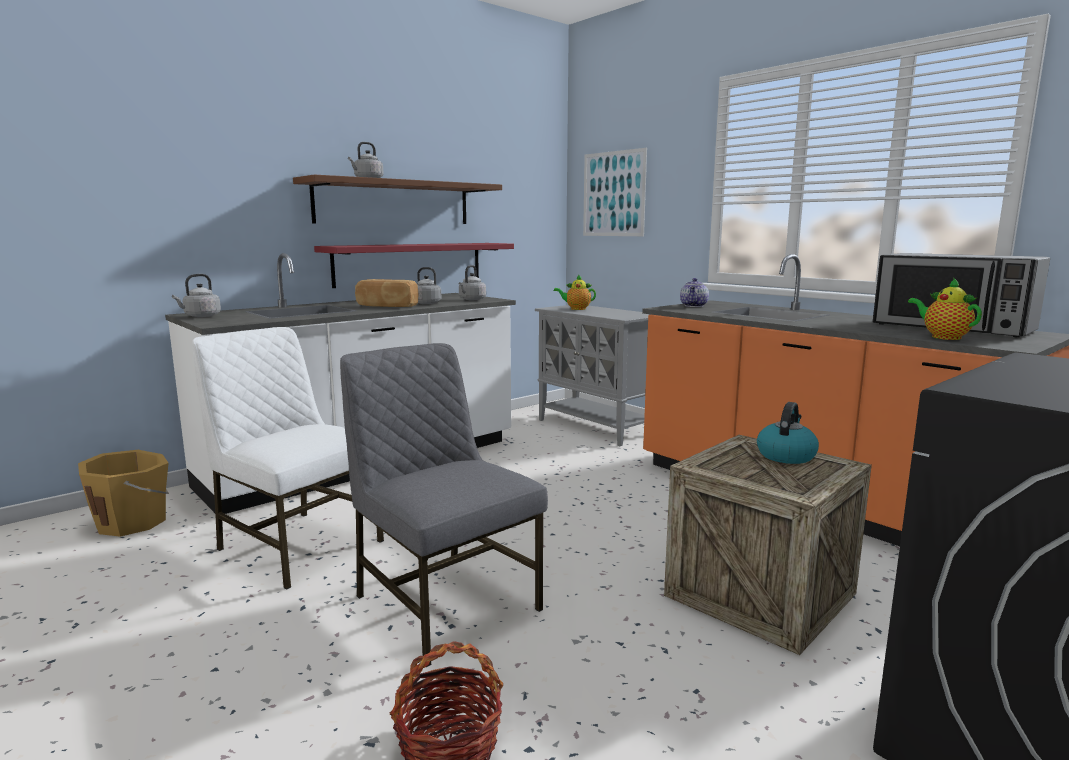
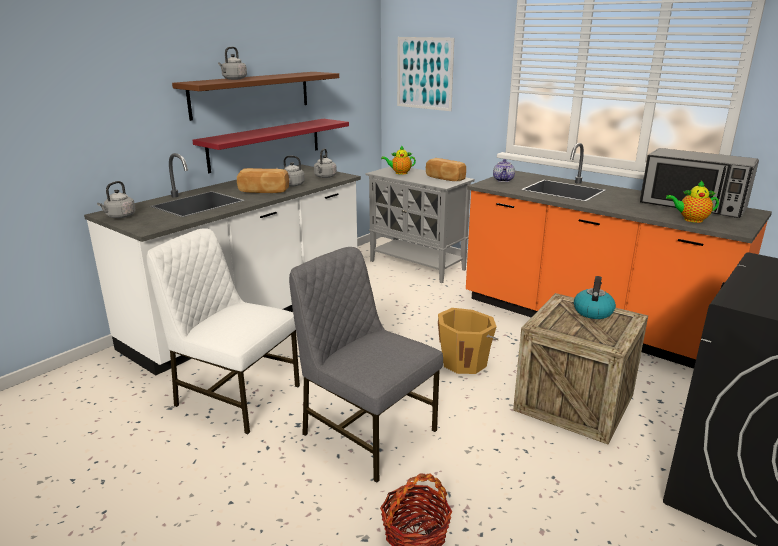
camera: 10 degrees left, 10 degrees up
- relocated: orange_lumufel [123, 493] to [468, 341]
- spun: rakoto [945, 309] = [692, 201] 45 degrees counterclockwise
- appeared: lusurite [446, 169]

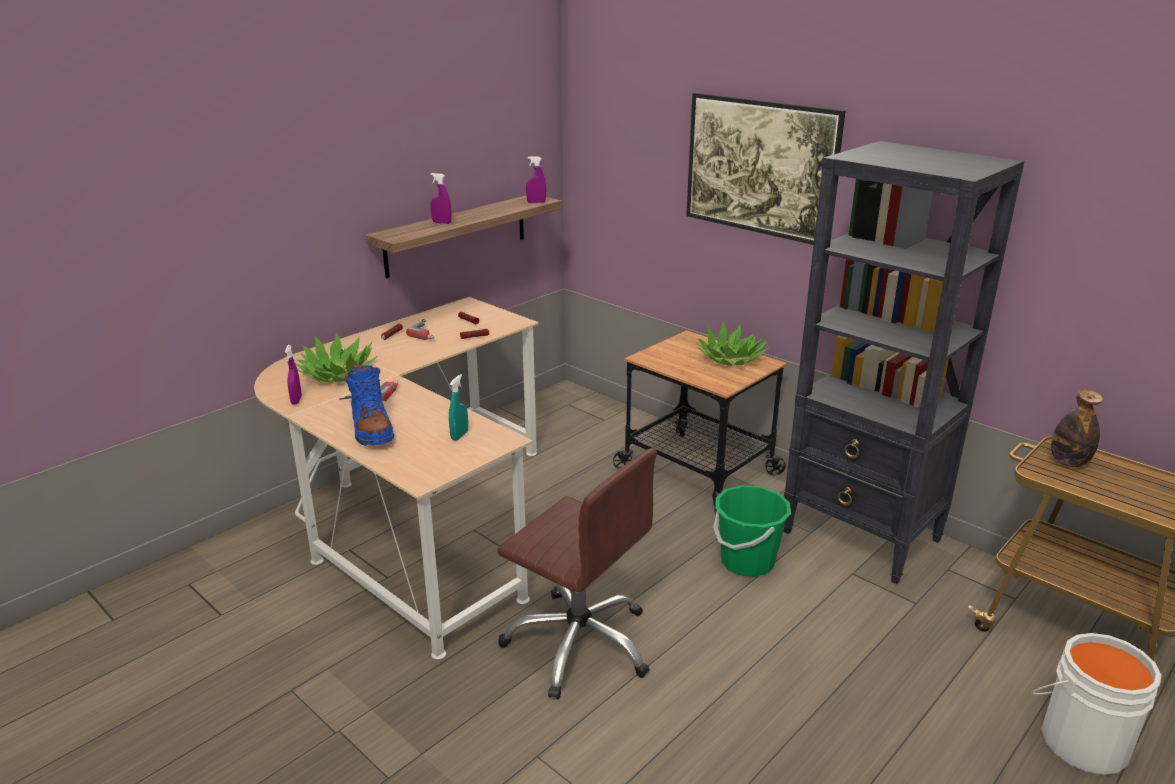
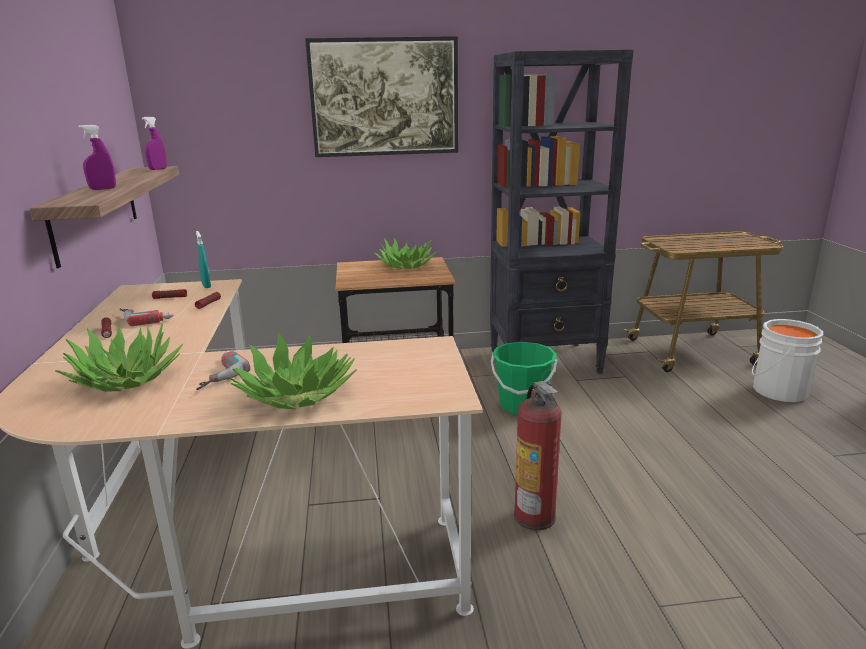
camera: 50 degrees left, 5 degrees down
- missing: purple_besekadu [293, 374]
- exchanged: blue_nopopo [369, 405] to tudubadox [292, 370]
- relocated: turquoise_besekadu [458, 407] to [203, 259]
- exchanged: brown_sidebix [577, 573] to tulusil [538, 455]
- missing: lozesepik [1077, 428]

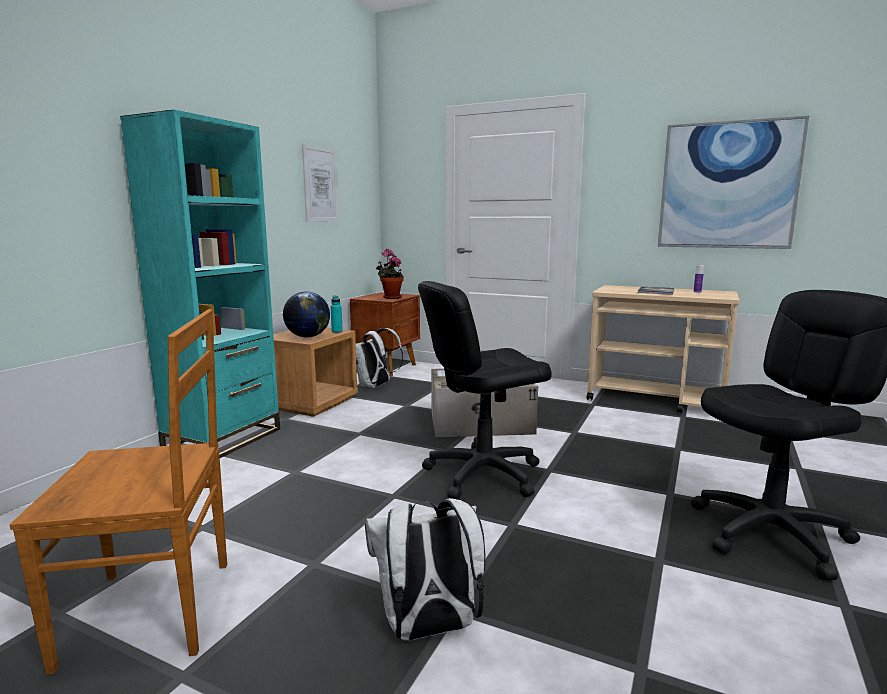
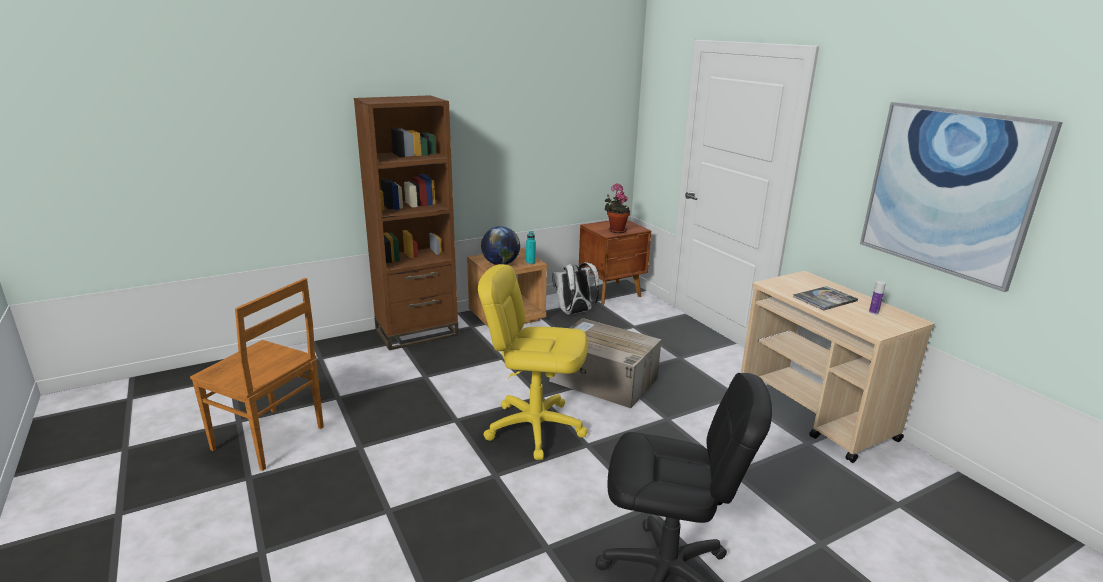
camera: 35 degrees right, 10 degrees up
- colour: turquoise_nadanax [200, 283] to brown_nadanax [406, 222]
- missing: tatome [320, 183]
- missing: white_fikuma [425, 569]
- colour: black_sidebix [485, 390] to yellow_sidebix [533, 362]

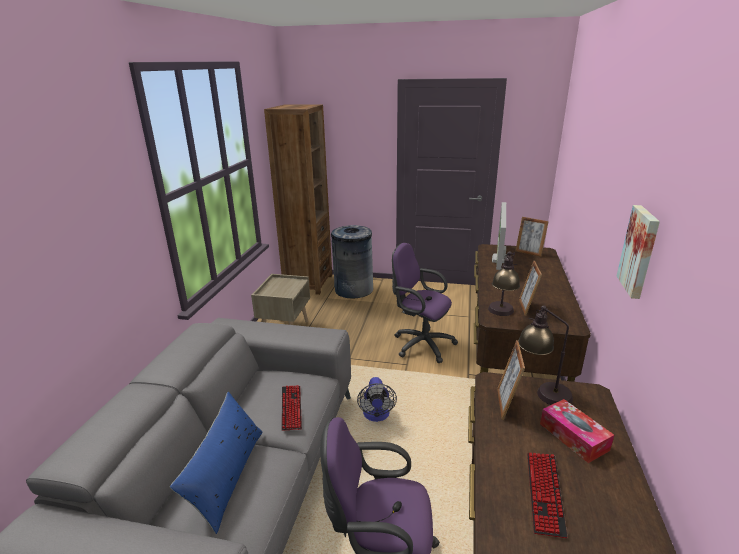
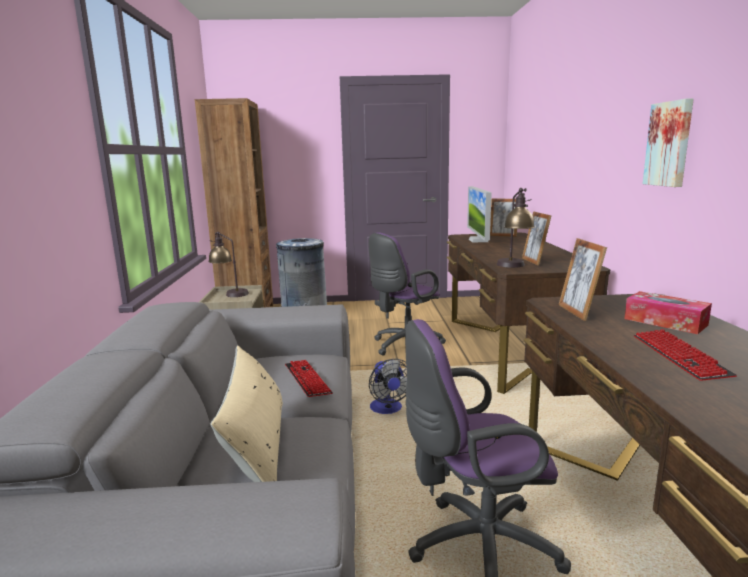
camera: 15 degrees left, 10 degrees down
- colour: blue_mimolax [216, 463] to beige_mimolax [246, 413]
- spun: purple_sidebix [425, 303] = [407, 294] 60 degrees counterclockwise
- relocated: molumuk [545, 355] to [228, 264]

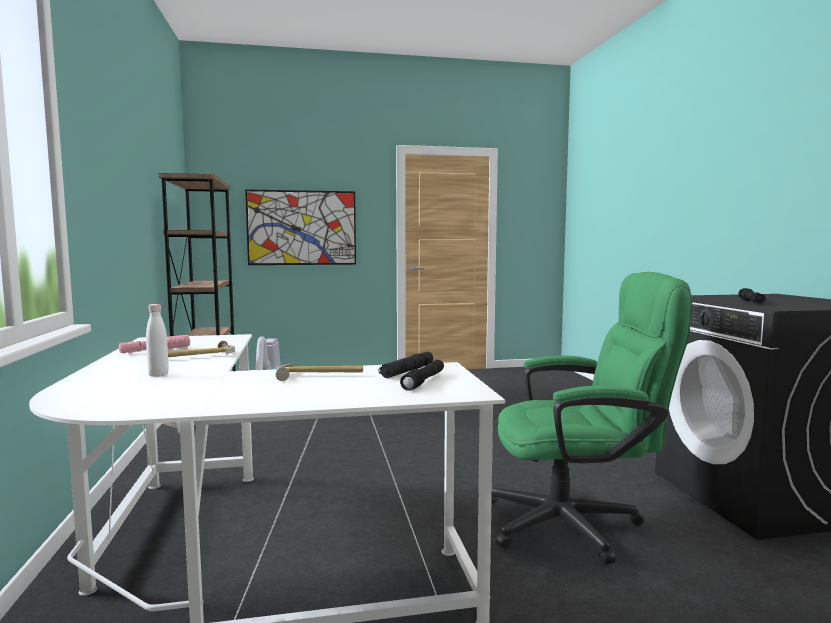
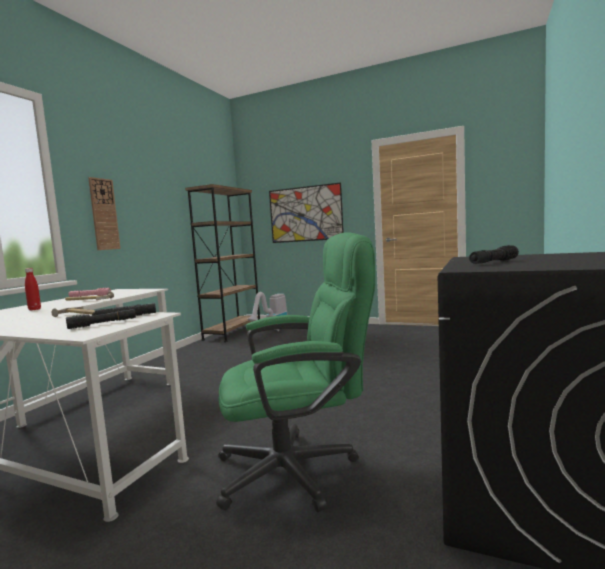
camera: 35 degrees right, 0 degrees up
- colour: white_lozesepik [157, 340] to red_lozesepik [33, 289]
- spun: green_sidebix [591, 418] = [295, 372] 45 degrees counterclockwise
- appeared: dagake [104, 213]

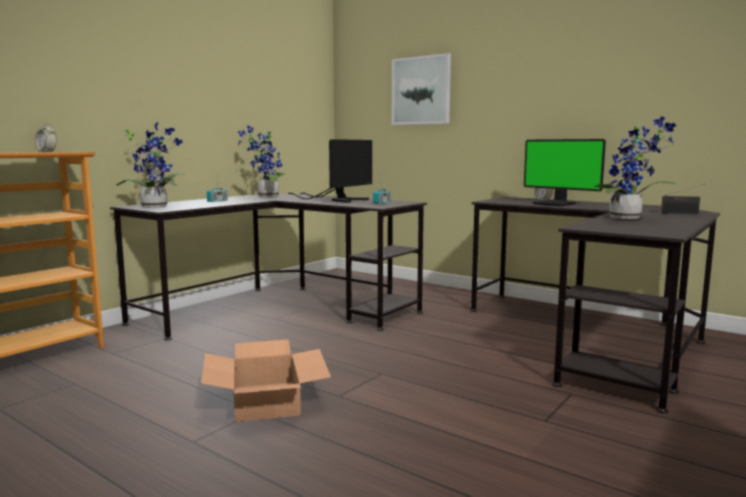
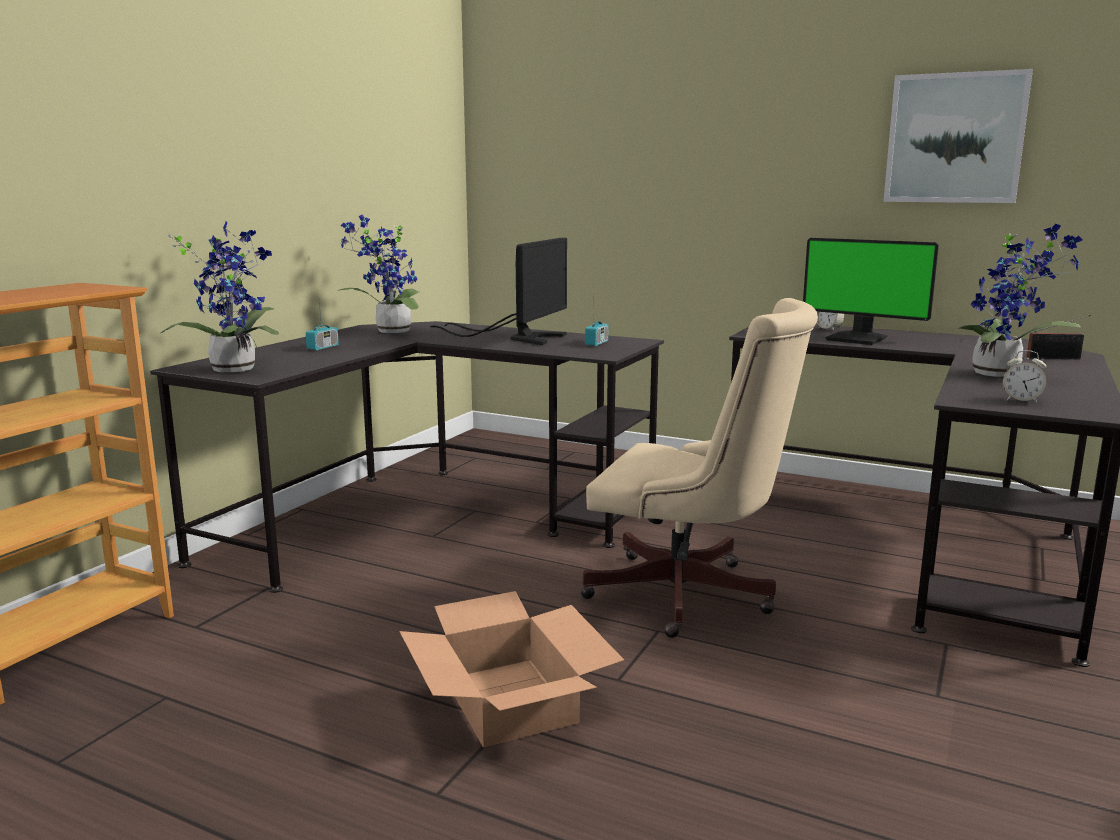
camera: 10 degrees left, 5 degrees up
- relocated: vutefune [46, 137] to [1025, 376]
- relocated: tatome [421, 89] to [958, 136]
- appeared: beige_sidebix [699, 468]

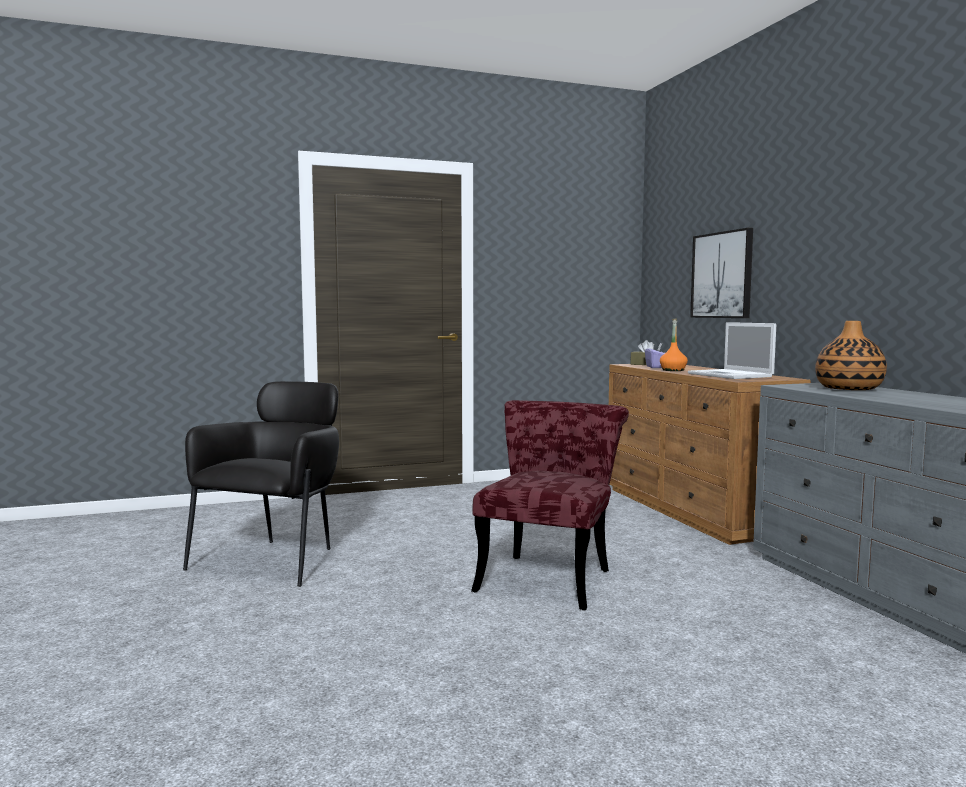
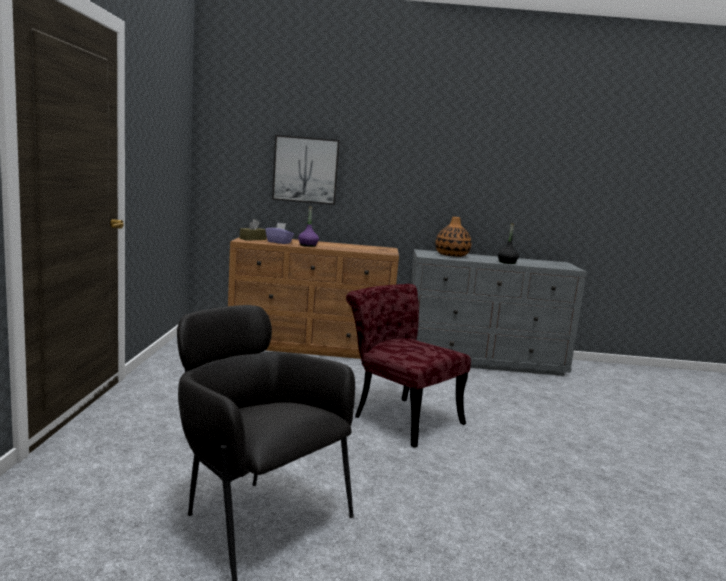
camera: 70 degrees left, 5 degrees up
- colour: orange_lozesepik [674, 345] to purple_lozesepik [308, 226]
- missing: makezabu [732, 350]
- appeared: black_lozesepik [508, 243]

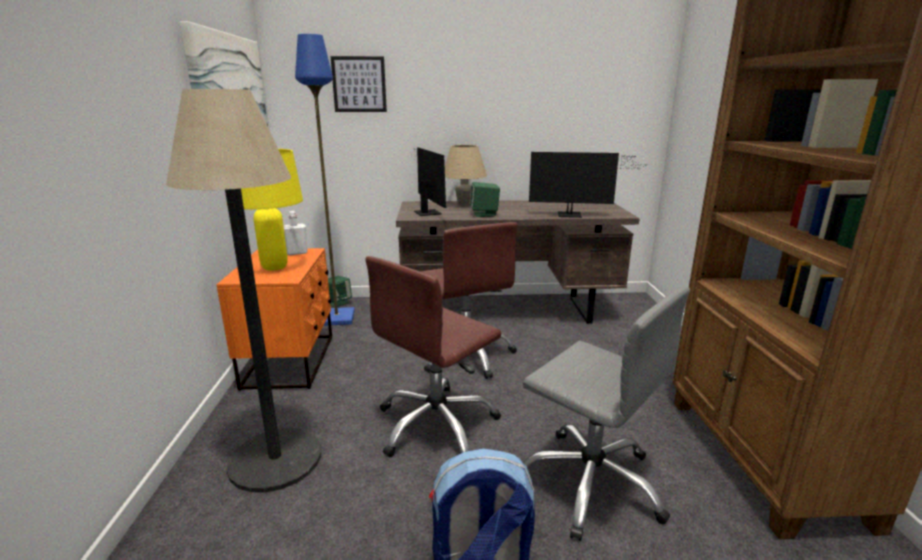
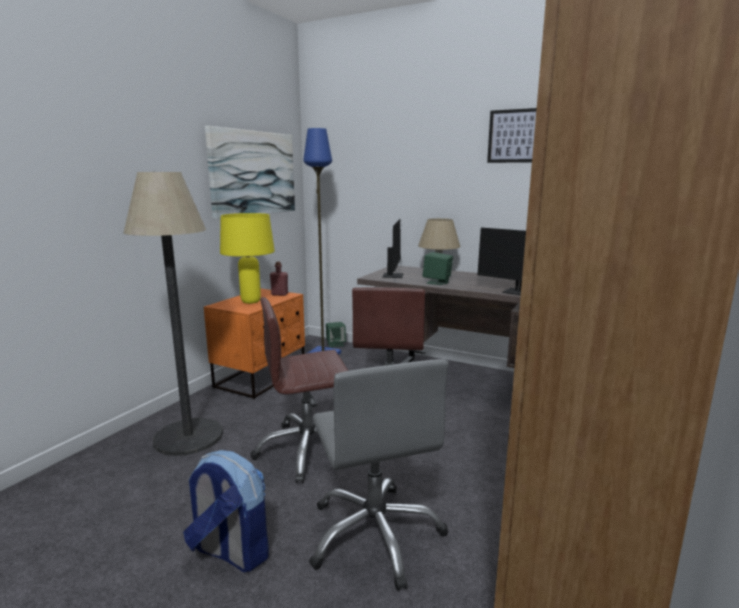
camera: 30 degrees right, 5 degrees down
- colour: white_lozesepik [296, 233] to red_lozesepik [279, 279]
- relocated: tatome [359, 84] to [512, 135]

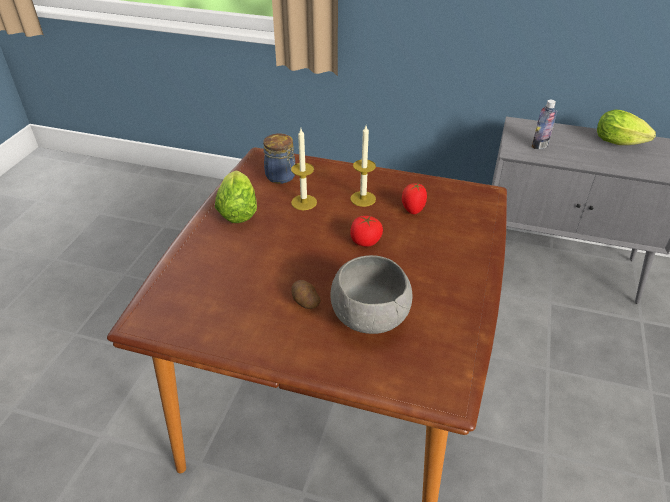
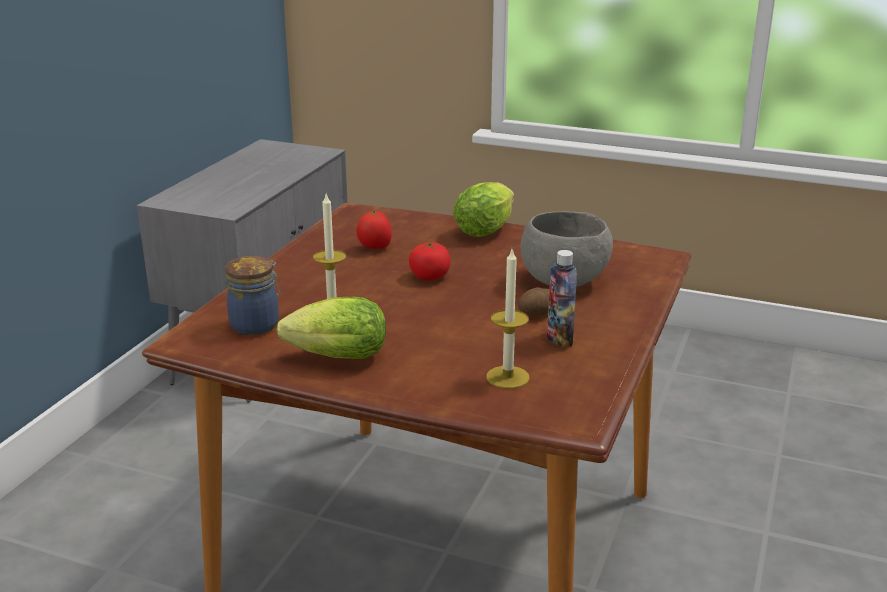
camera: 85 degrees left, 15 degrees down
- relocated: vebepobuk [363, 166] to [508, 319]
- relocated: lozesepik [544, 124] to [562, 299]
- relocated: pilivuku [626, 127] to [483, 209]

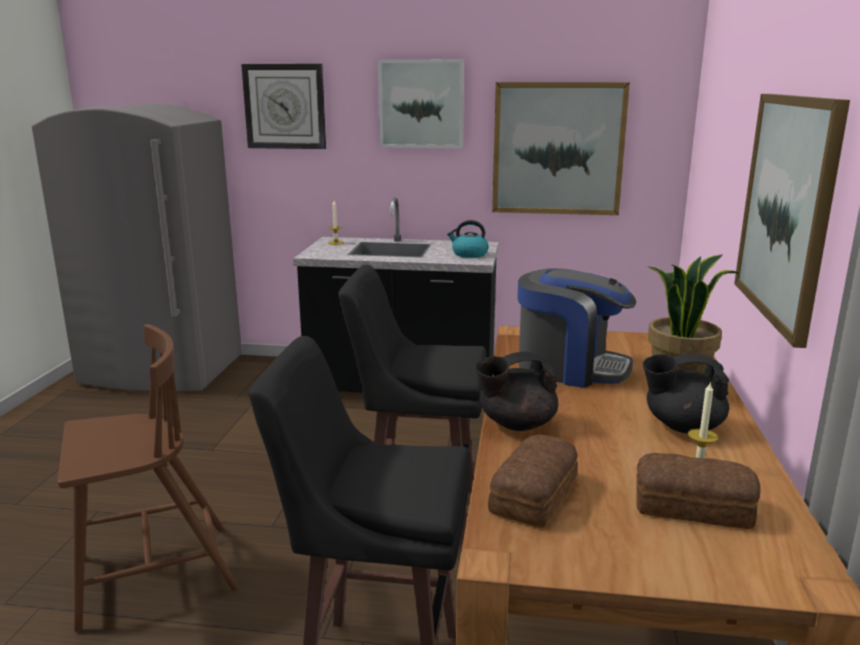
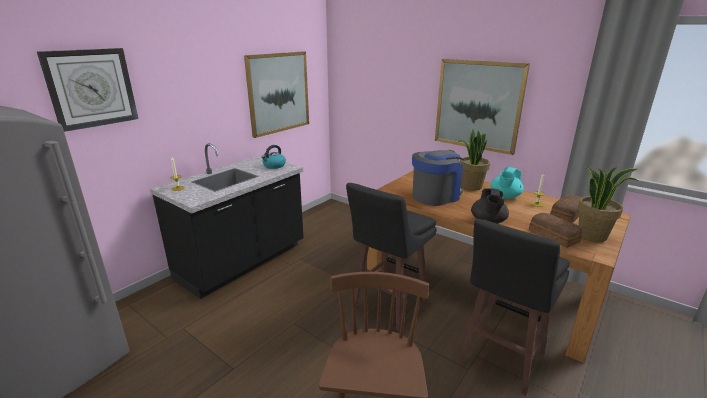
camera: 60 degrees left, 5 degrees up
- missing: tatome [421, 104]
- colour: black_rakoto [686, 393] to turquoise_rakoto [507, 183]
- appeared: tudubadox [608, 204]

